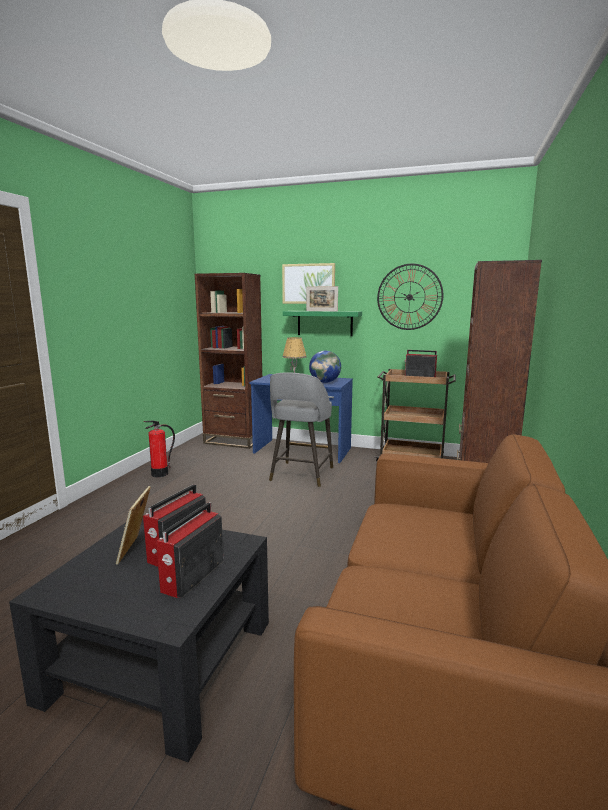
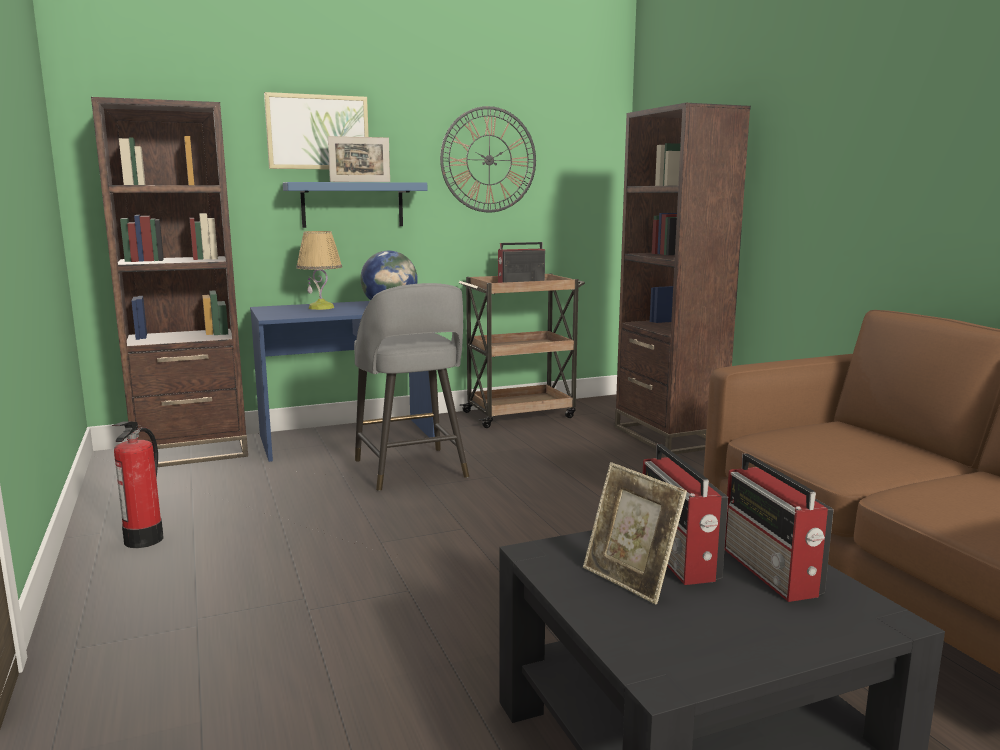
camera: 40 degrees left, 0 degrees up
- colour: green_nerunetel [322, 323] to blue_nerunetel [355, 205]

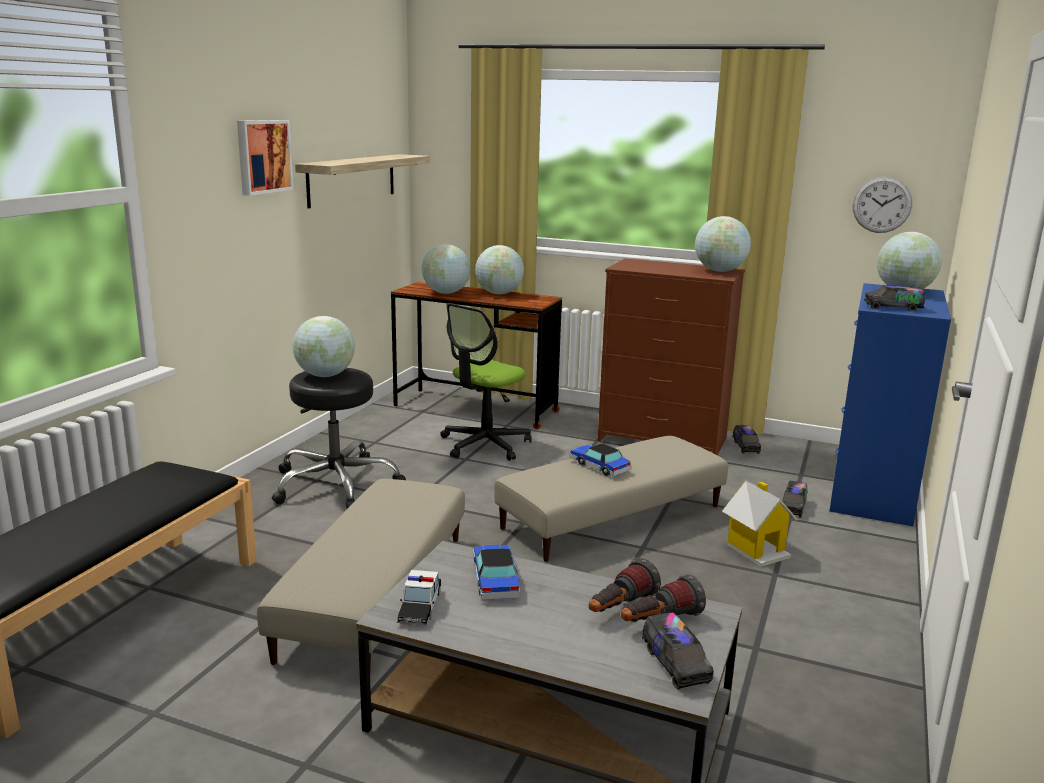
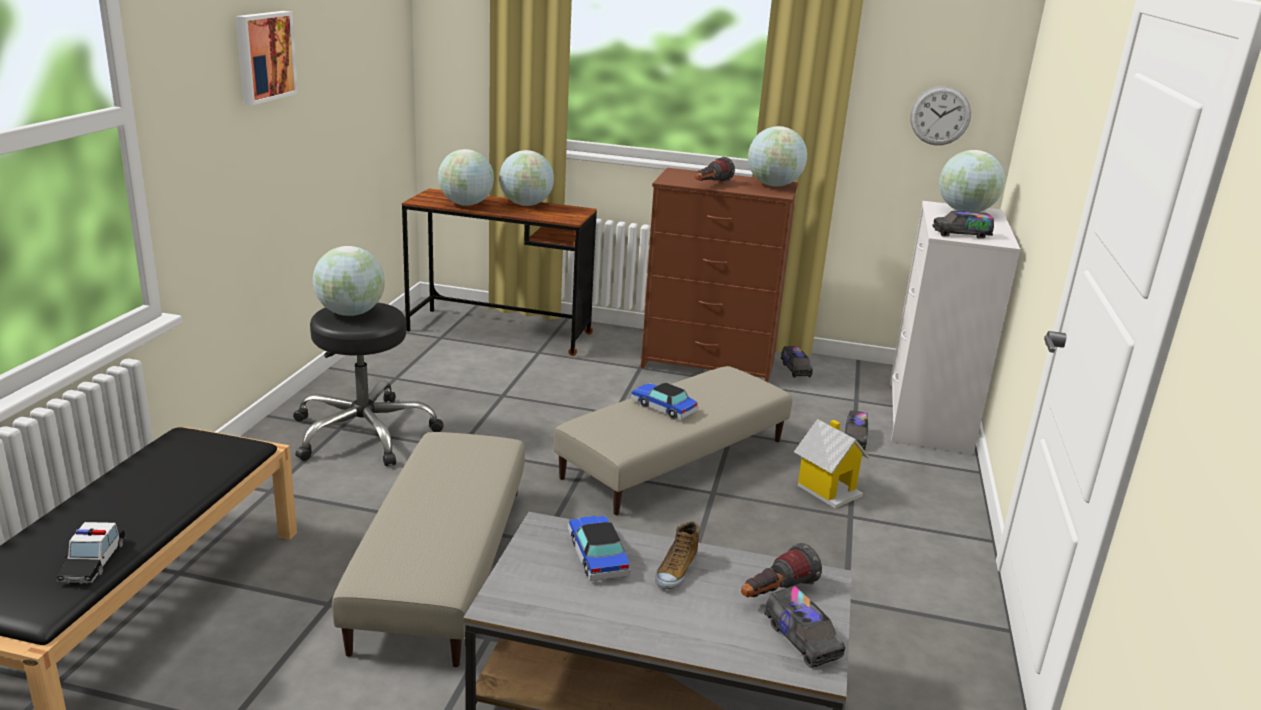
camera: 10 degrees left, 5 degrees up
- missing: nerunetel [362, 181]
- relocated: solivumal [419, 598] to [91, 553]
- missing: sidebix [486, 382]
- relocated: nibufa [625, 585] to [715, 169]
- colour: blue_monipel [890, 404] to white_monipel [955, 328]
- appeared: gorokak [677, 555]

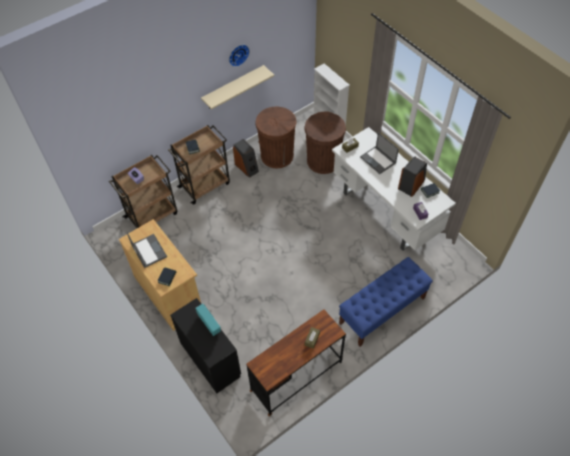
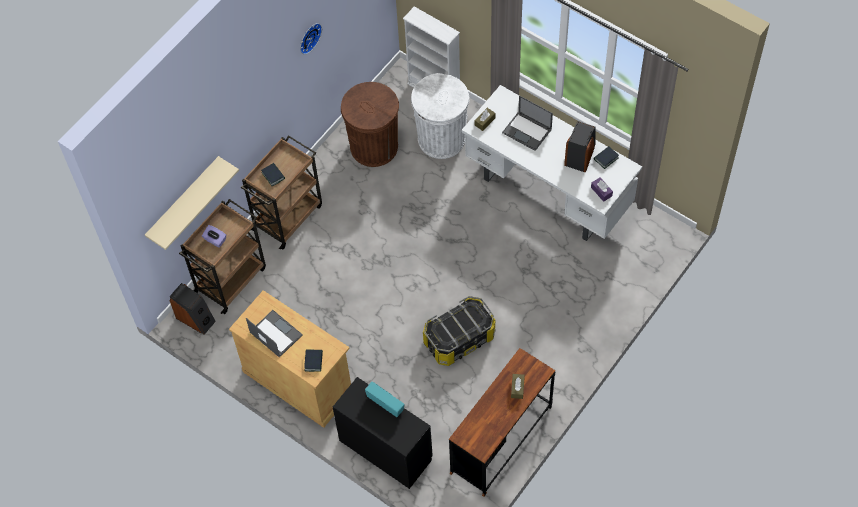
camera: 15 degrees left, 5 degrees up
- relocated: beige_nerunetel [237, 87] to [192, 203]
- relocated: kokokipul [246, 158] to [192, 309]
- colour: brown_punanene [325, 142] to white_punanene [440, 116]
- missing: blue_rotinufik [386, 302]
- appeared: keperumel [459, 331]

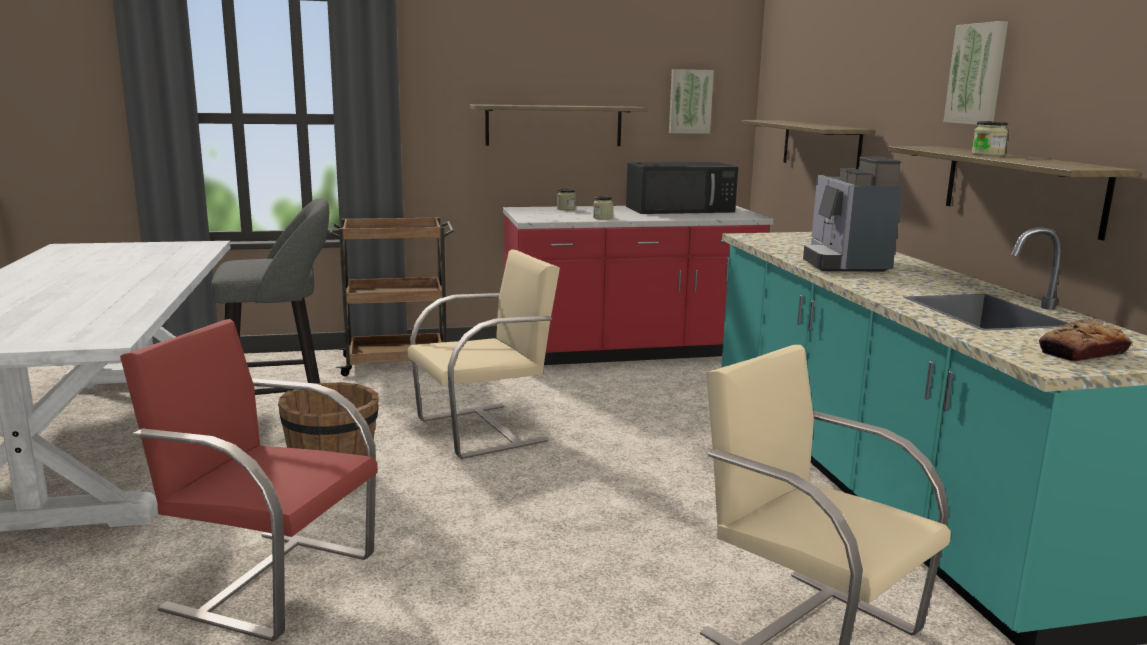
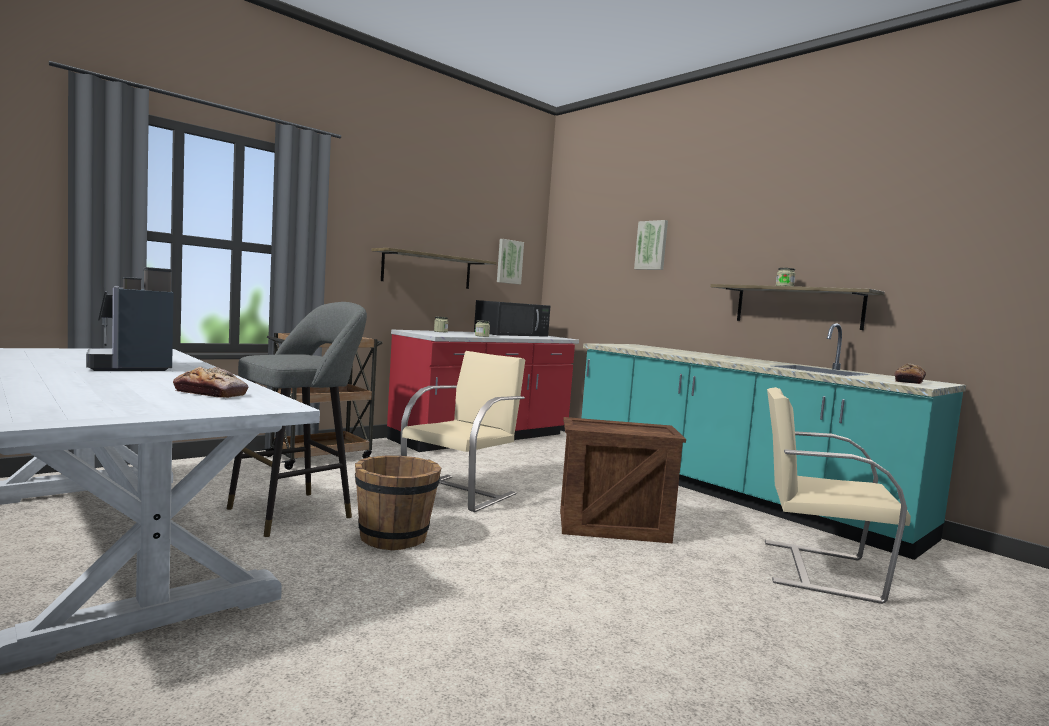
camera: 30 degrees left, 10 degrees down
- missing: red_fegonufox [249, 480]
- missing: nerunetel [807, 144]
- relocated: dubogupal [853, 214] to [130, 319]
- relocated: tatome [976, 73] to [651, 245]
- appeared: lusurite [211, 382]
- appeared: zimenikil [623, 480]

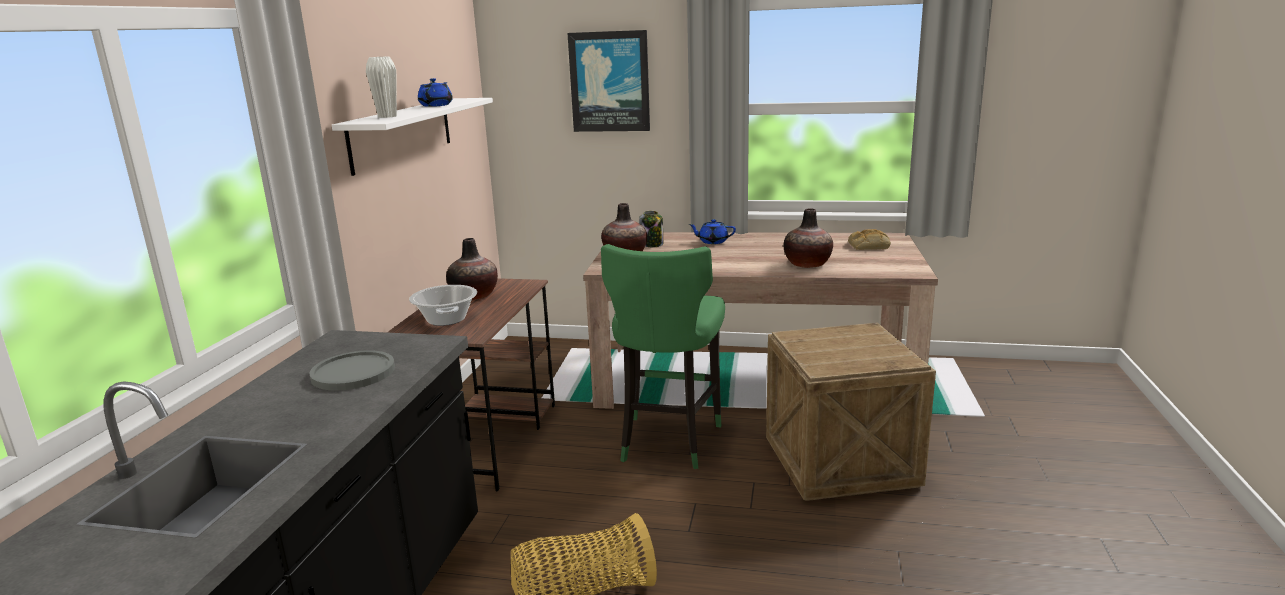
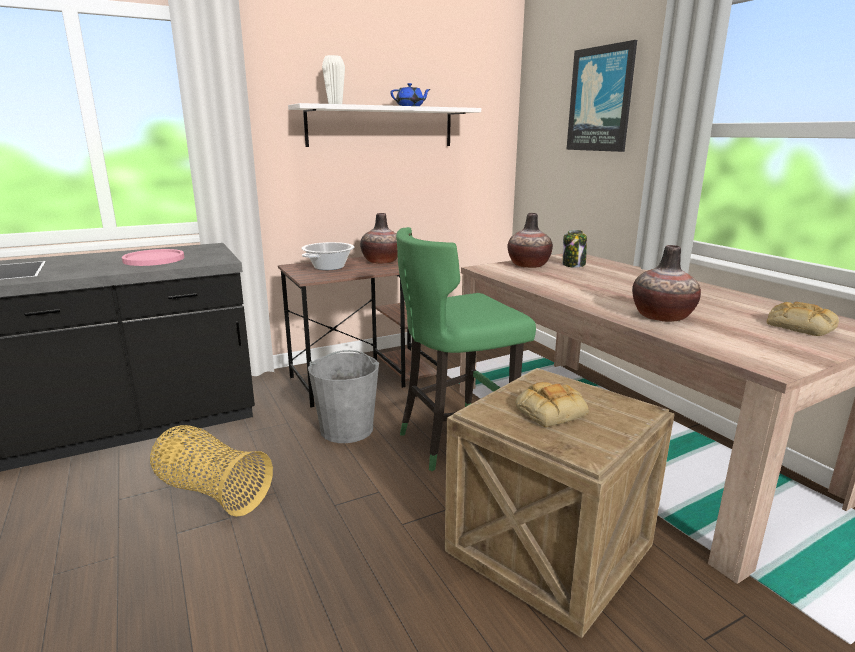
camera: 50 degrees right, 0 degrees up
- colour: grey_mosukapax [352, 370] to pink_mosukapax [153, 257]
- missing: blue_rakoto [712, 231]
- appeared: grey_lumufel [343, 396]
- appeared: lusurite [552, 404]

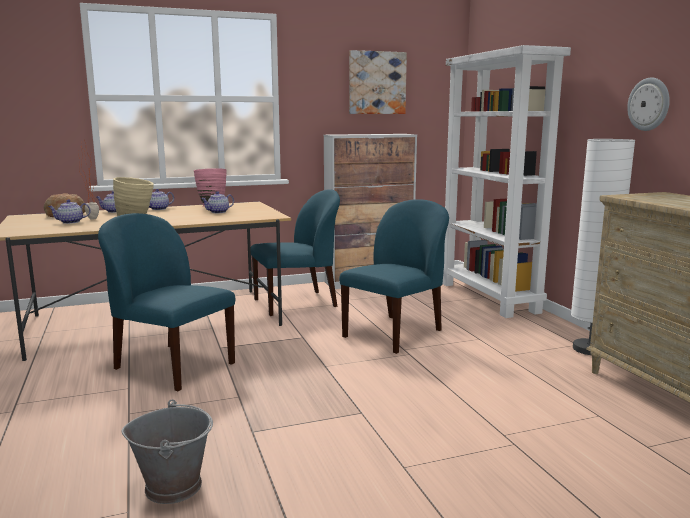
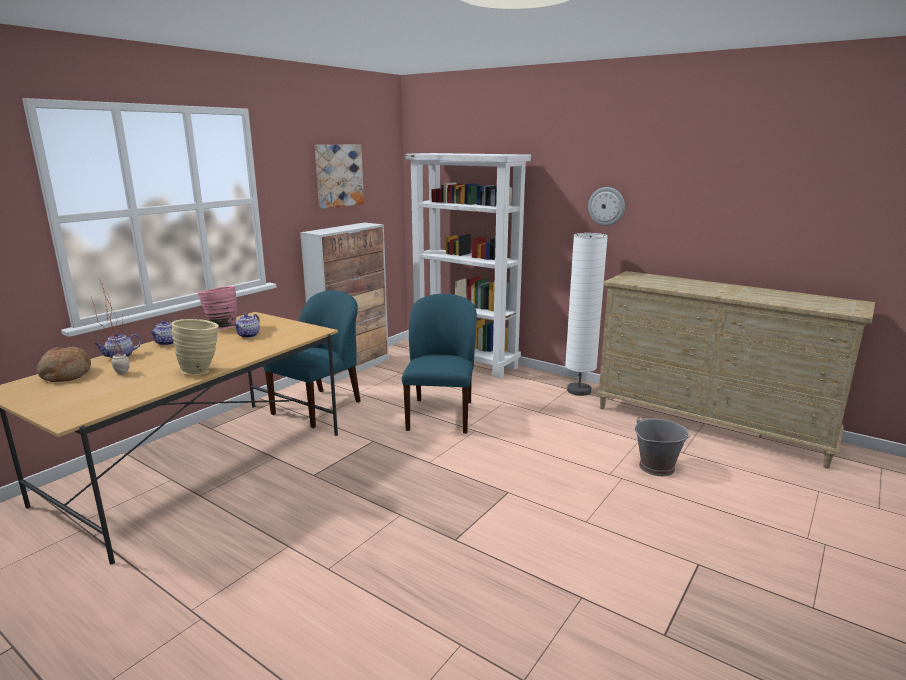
camera: 35 degrees left, 5 degrees up
- missing: rakoto [69, 211]
- missing: blue_fegonufox [166, 302]
- relocated: grey_lumufel [167, 451] to [662, 446]

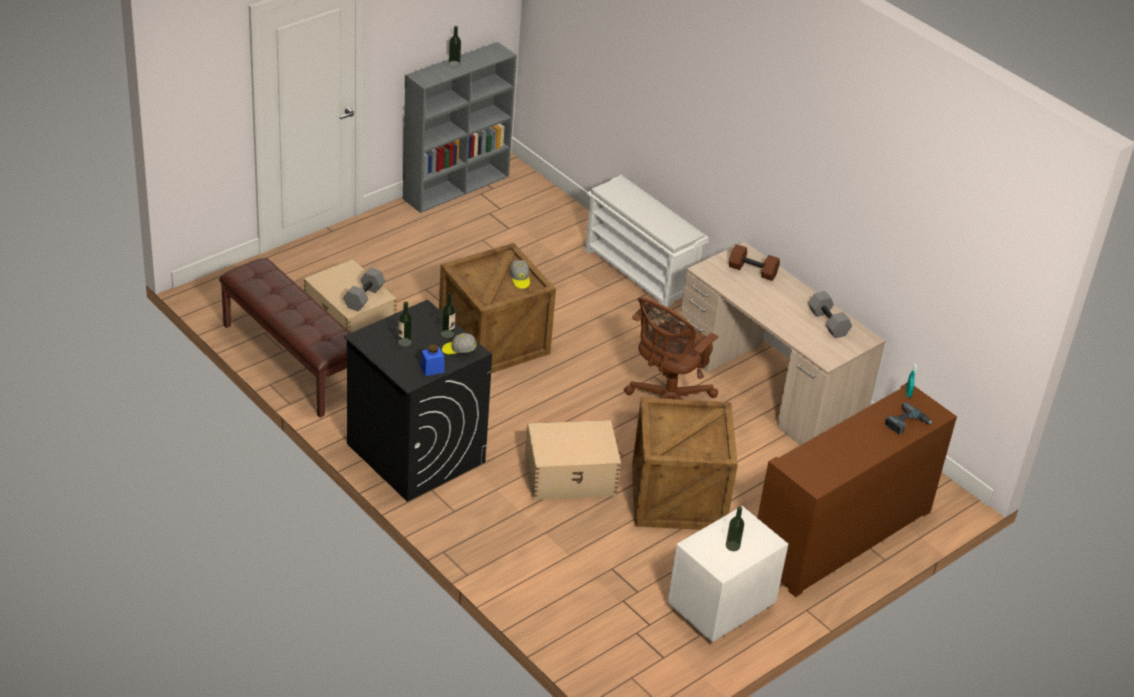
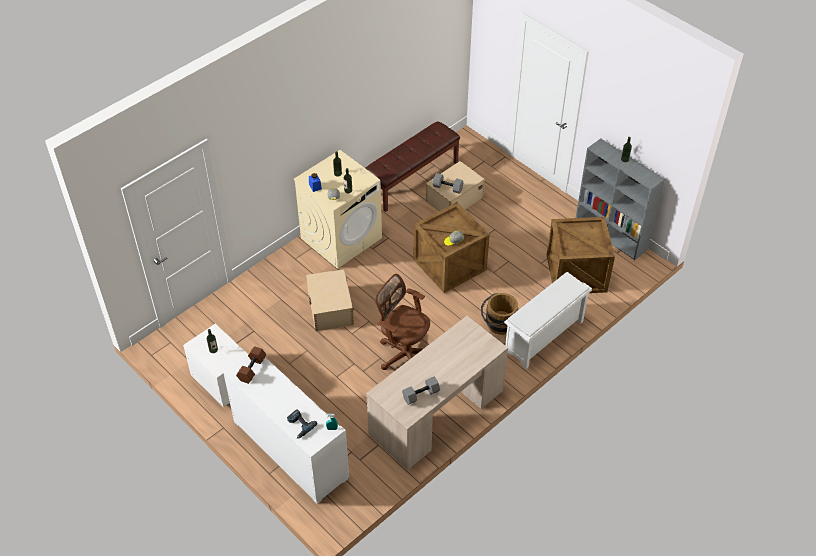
camera: 90 degrees right, 10 degrees up
- colour: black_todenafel [418, 401] to beige_todenafel [337, 209]
- relocated: zimenikil [685, 463] to [581, 255]
- relocated: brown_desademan [754, 262] to [251, 365]
- colour: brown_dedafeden [857, 490] to white_dedafeden [286, 429]
- appeared: brown_lumufel [499, 314]

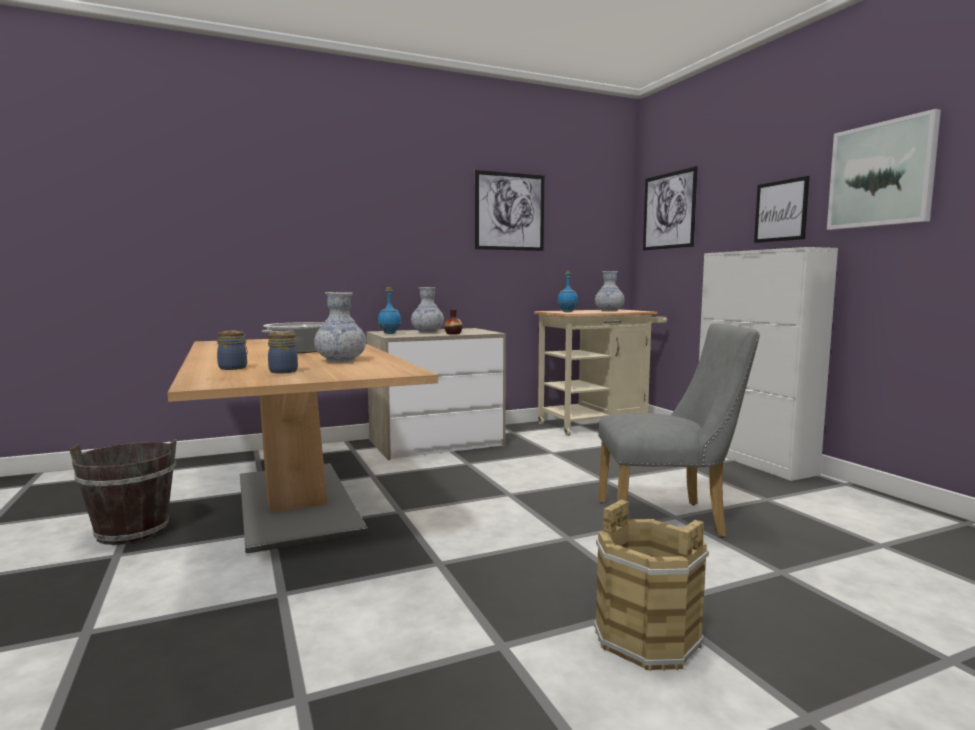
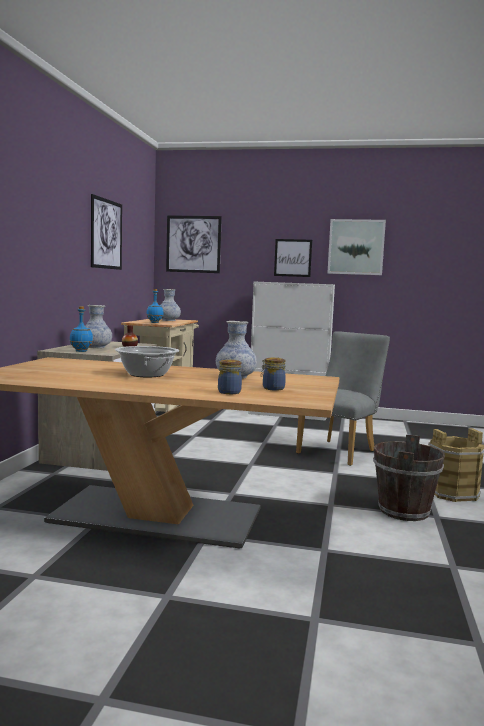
camera: 55 degrees left, 0 degrees up
- relocated: brown_lumufel [123, 492] to [409, 477]

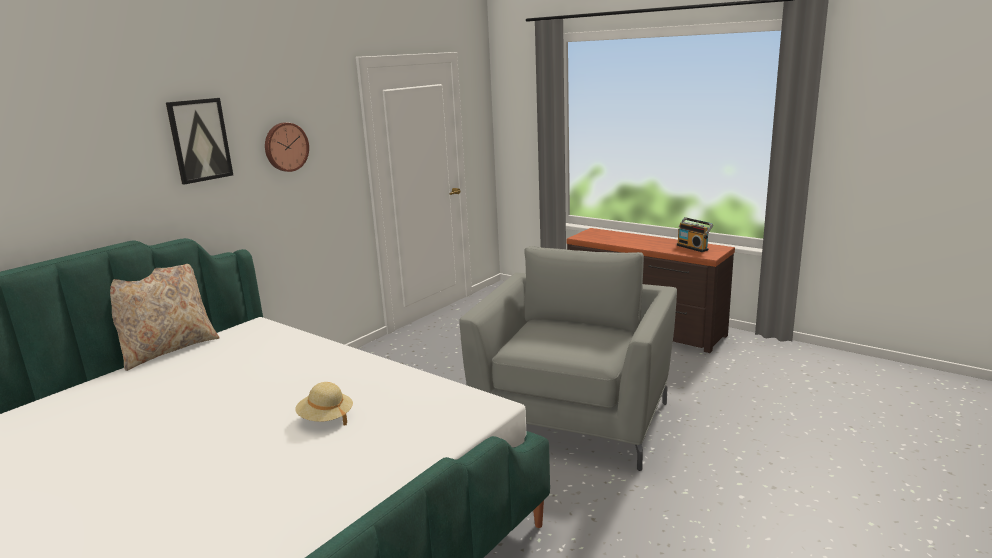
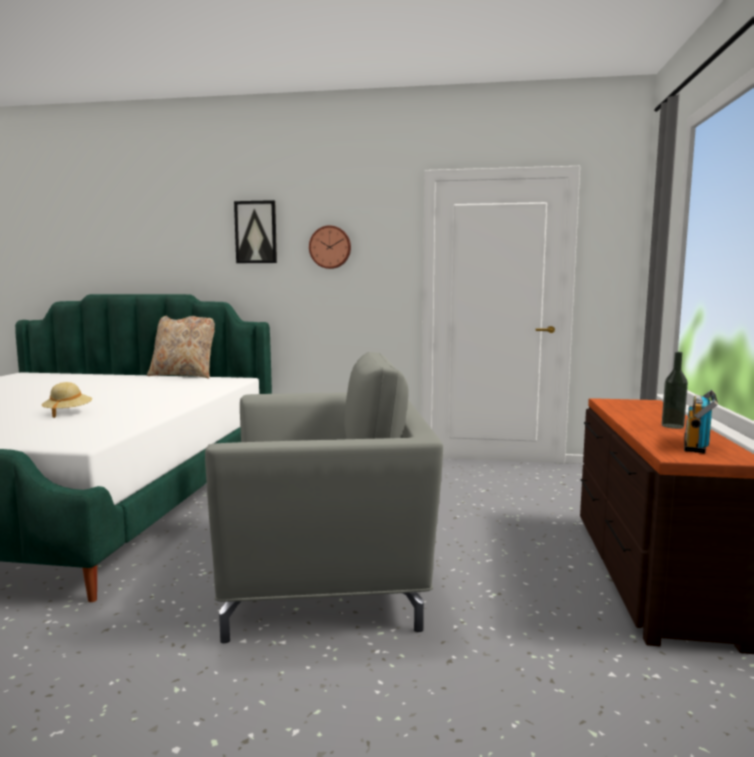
camera: 60 degrees right, 10 degrees down
- appeared: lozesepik [675, 390]

